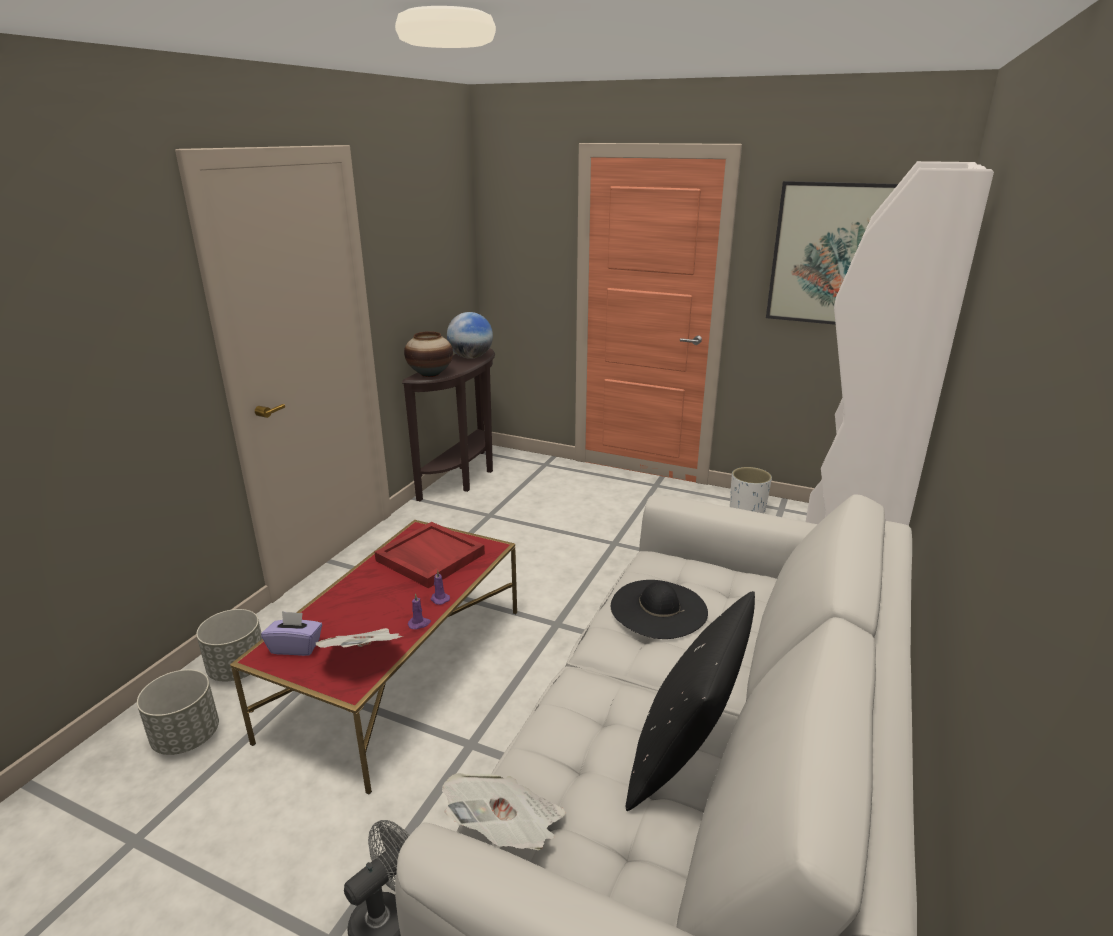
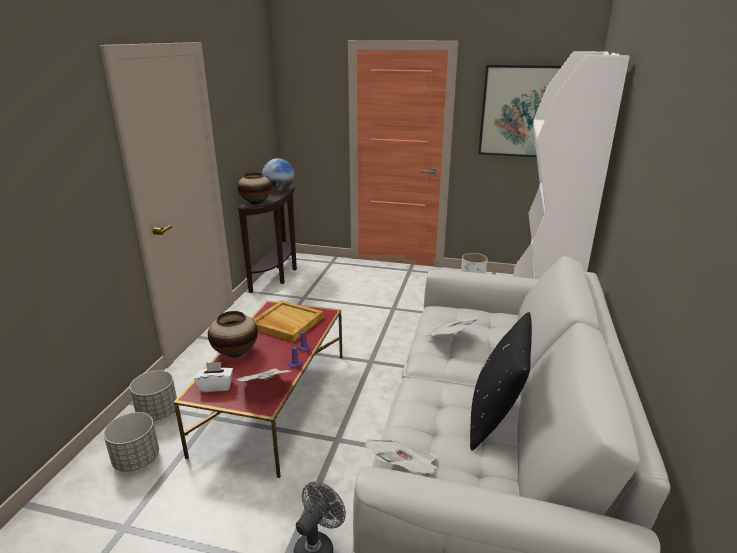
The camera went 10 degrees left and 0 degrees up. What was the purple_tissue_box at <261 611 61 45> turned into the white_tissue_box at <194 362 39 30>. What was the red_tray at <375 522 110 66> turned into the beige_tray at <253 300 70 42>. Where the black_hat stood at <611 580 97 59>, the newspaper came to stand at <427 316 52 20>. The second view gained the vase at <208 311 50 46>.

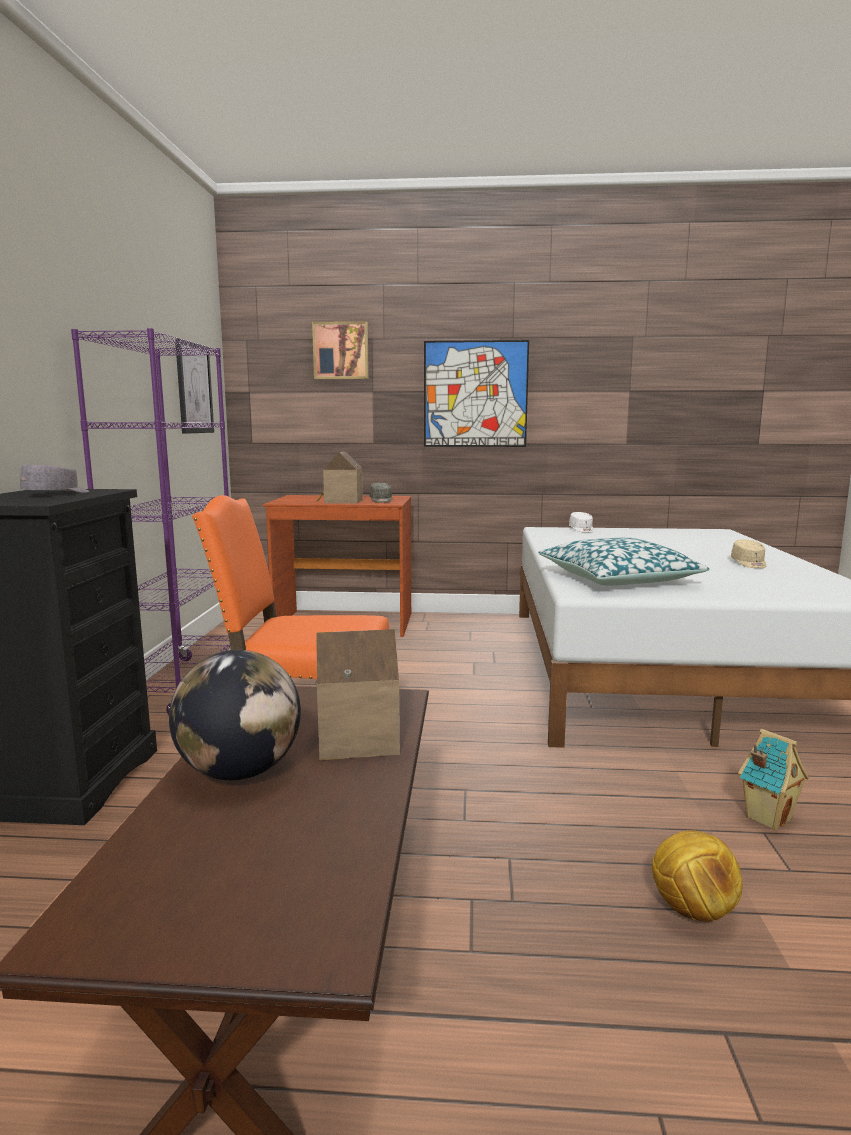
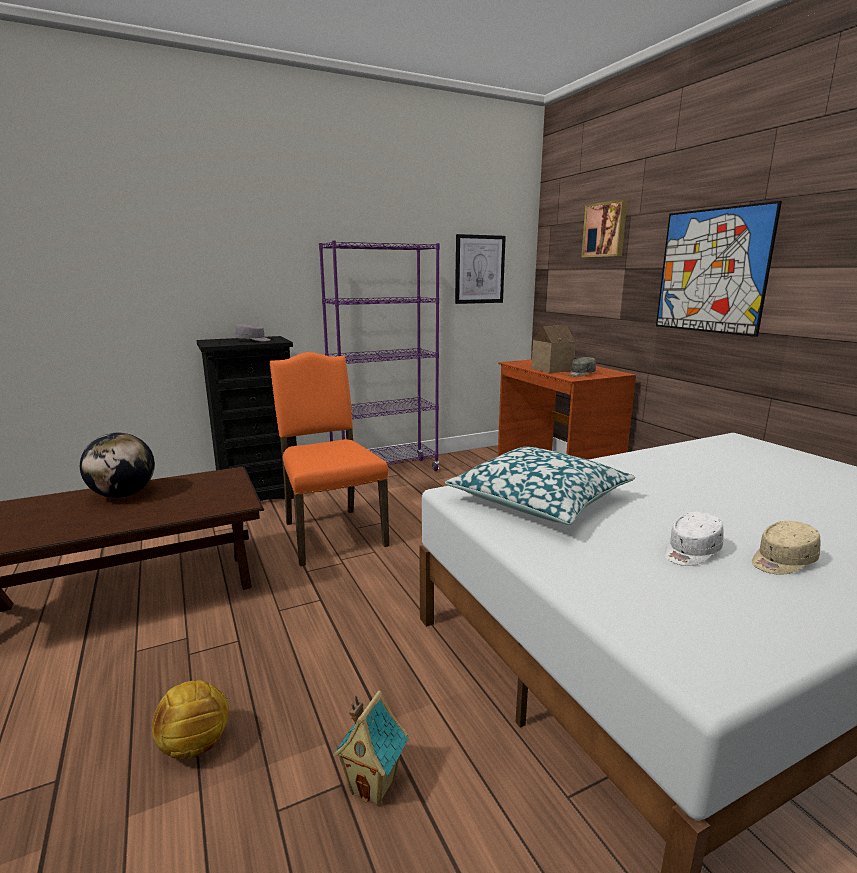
The camera went 60 degrees right and 5 degrees up. The second view lost the toy_house at <316 629 84 131>. The white_cap ended up elsewhere, having gone from <569 512 25 21> to <664 512 60 54>.

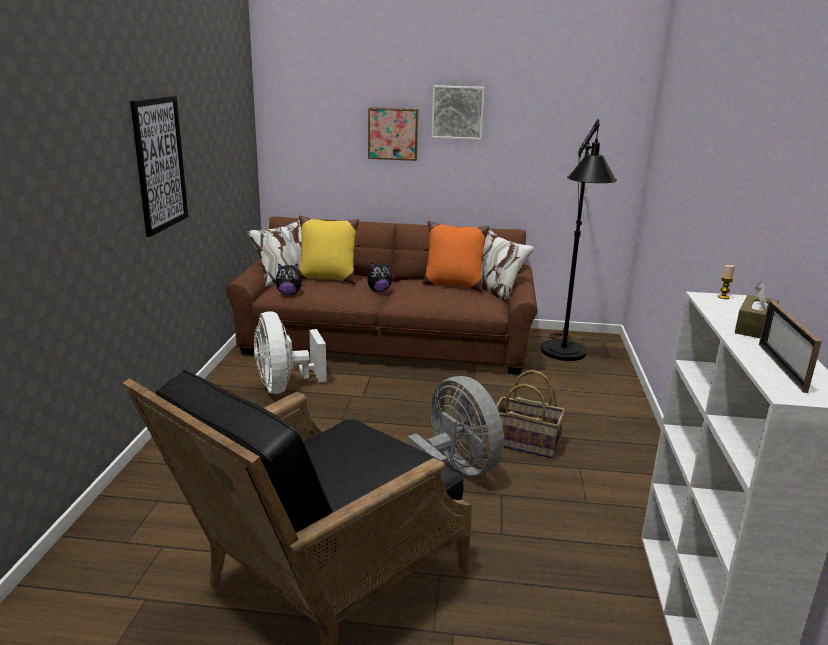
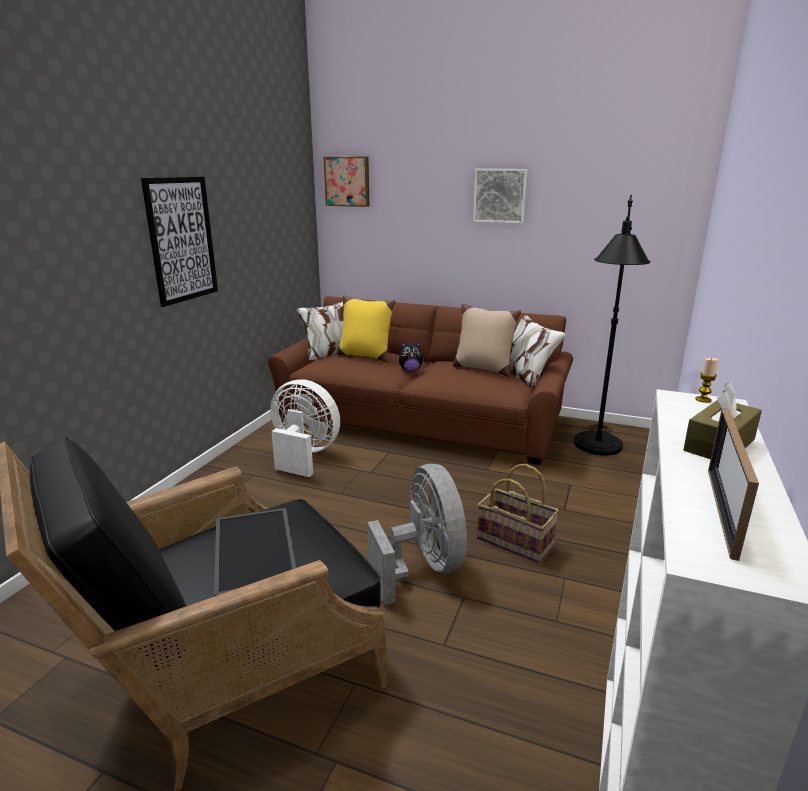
The camera went 15 degrees right and 0 degrees up. The white_fan at <254 311 73 83> ended up facing another way, 120 degrees clockwise from before. The second view lost the plush_toy at <276 263 29 32>. The picture ended up elsewhere, having gone from <368 107 50 54> to <324 156 45 51>. What was the orange_pillow at <423 221 66 71> turned into the beige_pillow at <453 303 68 74>. The second view gained the tray at <214 508 82 88>.

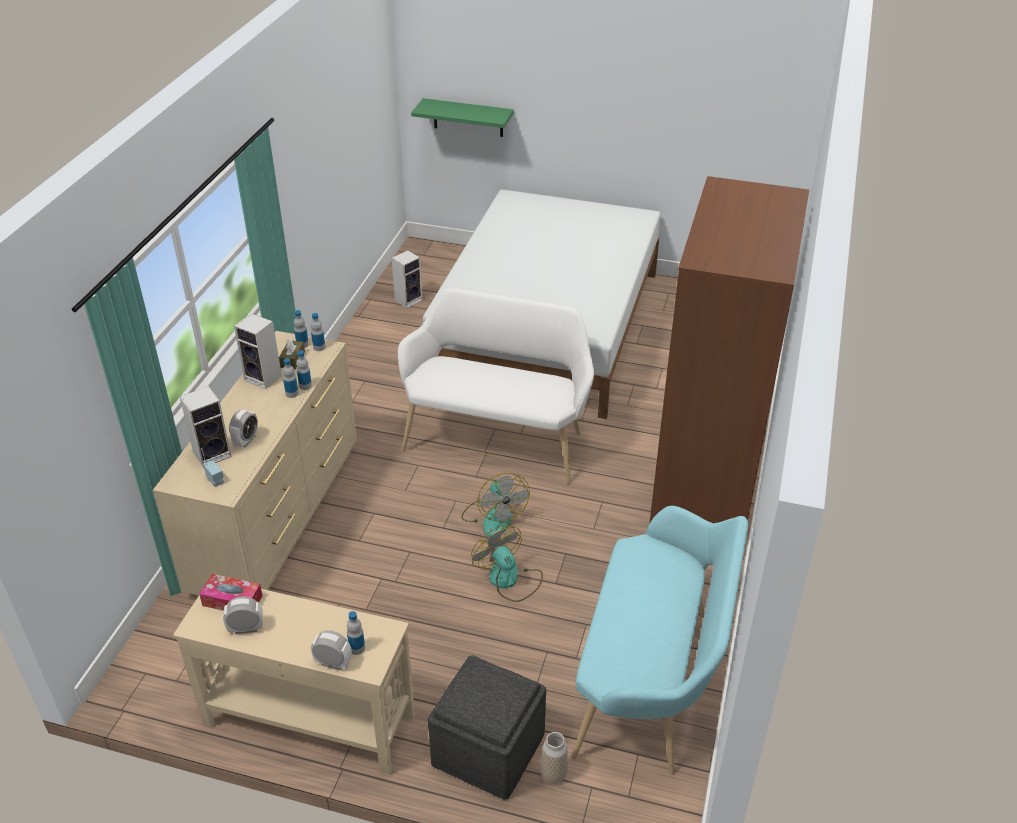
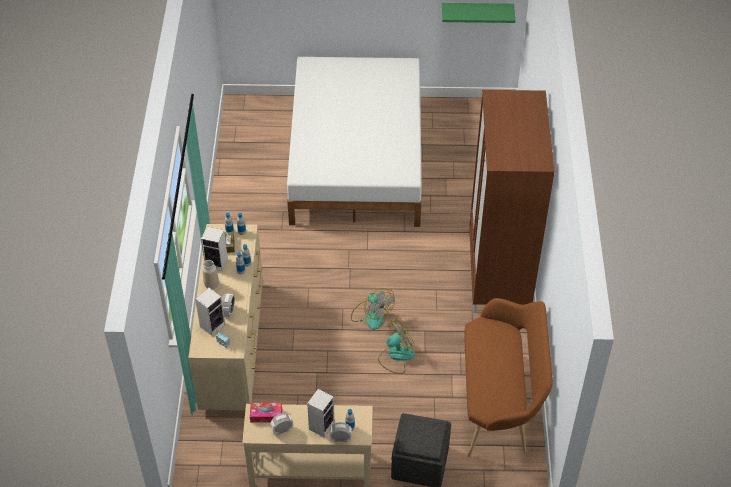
The camera went 15 degrees left and 10 degrees up. The speaker ended up elsewhere, having gone from <392 250 31 58> to <307 389 28 48>. The second view lost the white_bench at <398 288 196 196>. The green_shelf ended up elsewhere, having gone from <411 98 103 39> to <442 3 73 20>. The fan at <471 525 72 77> ended up facing another way, 105 degrees clockwise from before. The vase ended up elsewhere, having gone from <541 732 27 52> to <203 260 16 29>. What was the turquoise_bench at <571 506 177 269> turned into the brown_bench at <464 298 89 159>.

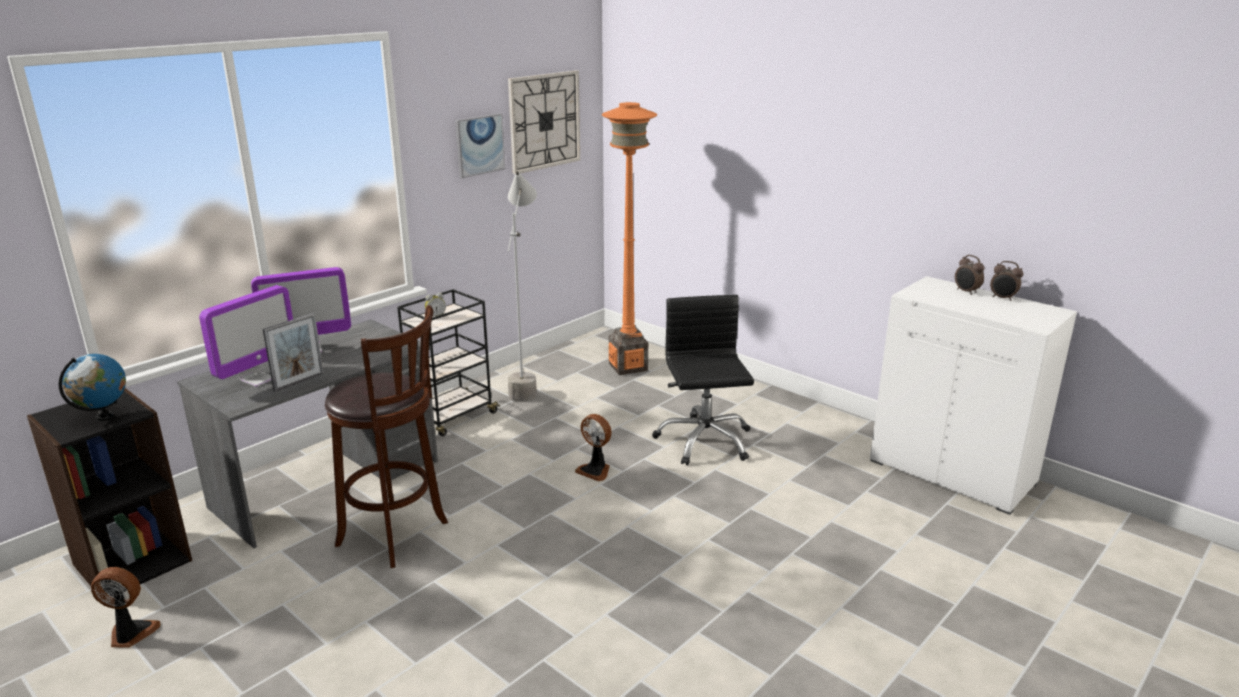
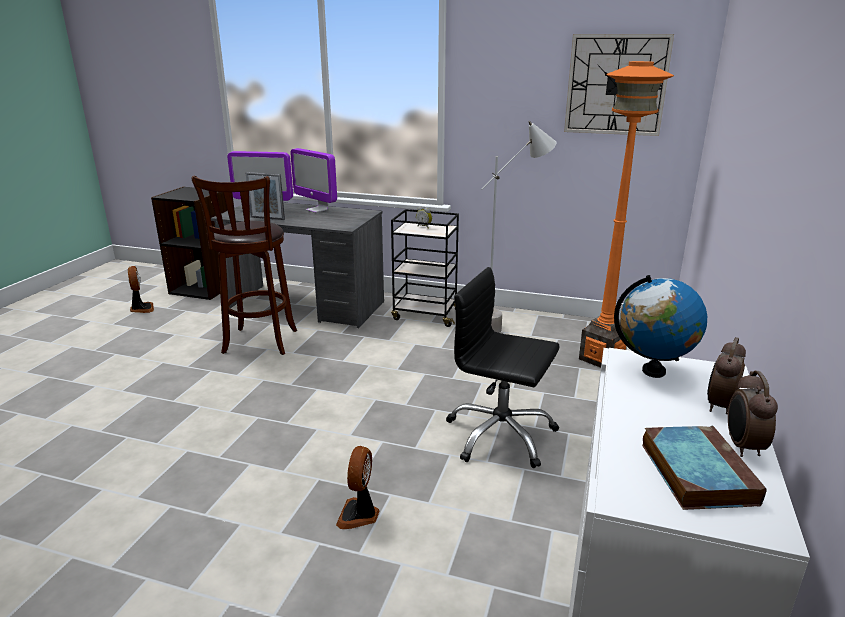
The camera went 65 degrees right and 0 degrees up. The globe ended up elsewhere, having gone from <59 354 67 67> to <614 275 93 103>. The second view lost the picture at <455 113 50 65>. The fan ended up elsewhere, having gone from <575 414 37 67> to <336 446 44 83>. The black_office_chair at <652 295 102 170> ended up facing another way, 120 degrees counterclockwise from before. The second view gained the book at <642 426 125 84>.

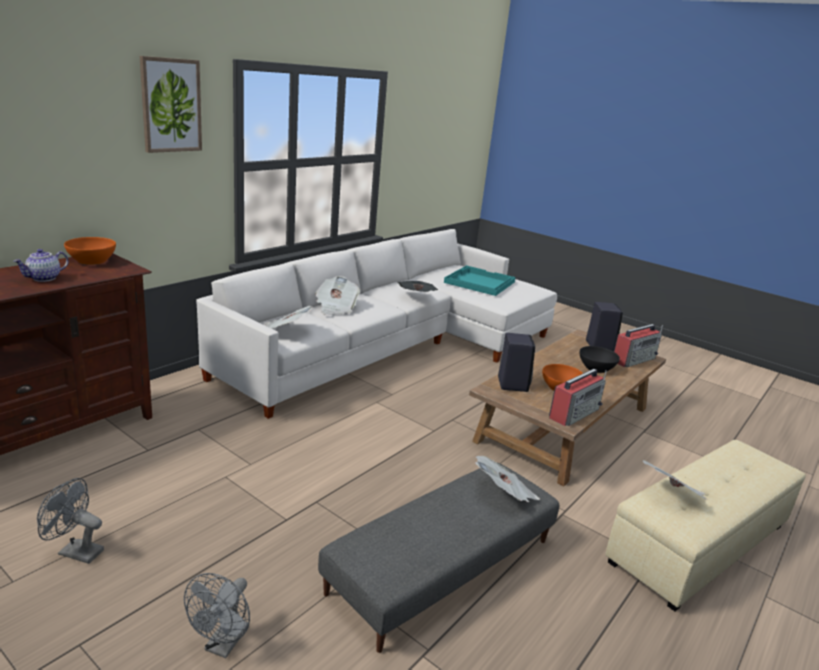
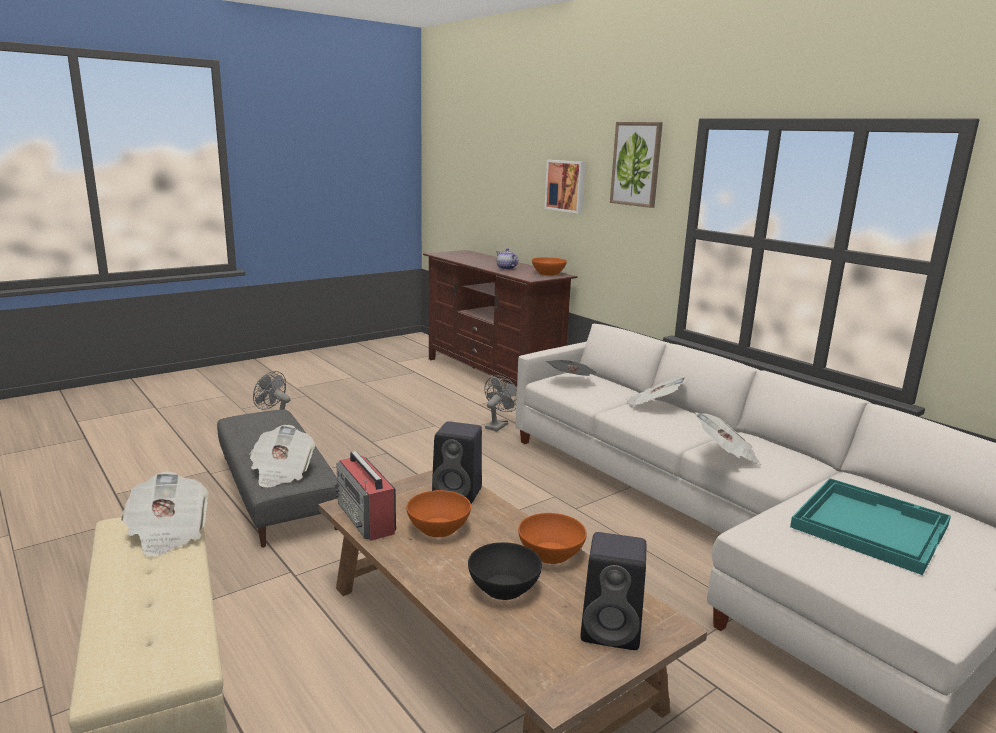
The camera went 105 degrees right and 5 degrees down. The grey_fan ended up elsewhere, having gone from <37 478 67 86> to <485 376 32 55>. The second view lost the radio at <614 324 49 43>. The second view gained the orange_bowl at <518 513 69 51>. The second view gained the picture at <544 160 42 54>.

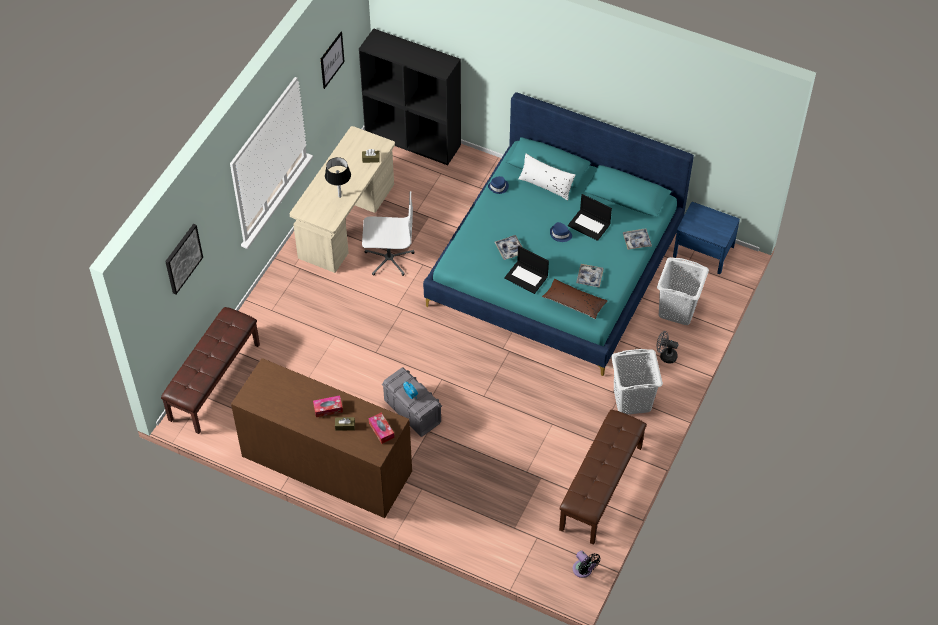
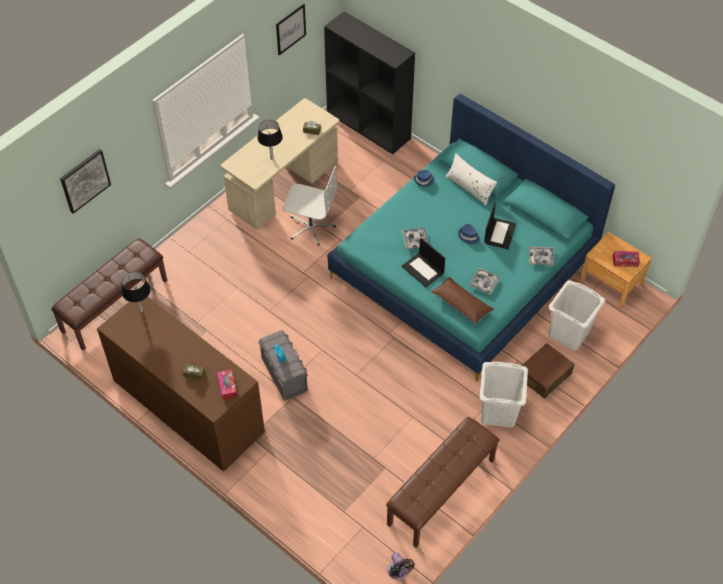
The camera went 15 degrees right and 0 degrees up. The tissue_box ended up elsewhere, having gone from <313 395 30 22> to <613 251 27 16>. The laptop at <568 194 44 47> ended up facing another way, 120 degrees counterclockwise from before. Where the grey_fan stood at <657 331 22 32>, the brown_suitcase came to stand at <521 343 53 56>. What was the blue_nightstand at <673 202 67 72> turned into the brown_nightstand at <580 232 71 76>. The second view gained the black_table_lamp at <122 272 28 40>.

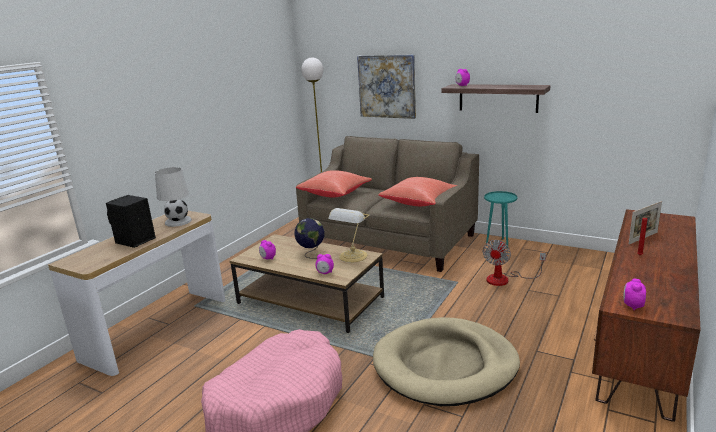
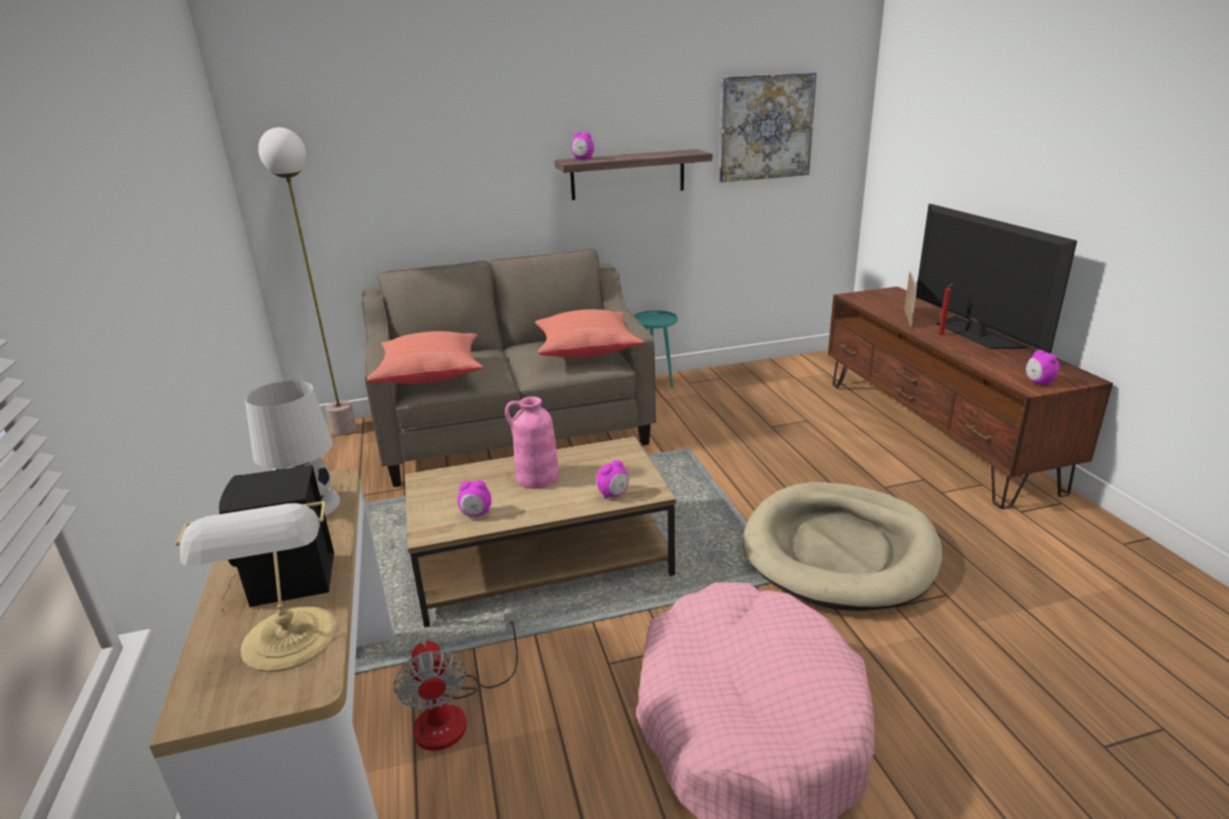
The camera went 45 degrees left and 5 degrees up. Where the globe stood at <294 218 31 41>, the pink_vase came to stand at <505 397 54 92>. The table_lamp ended up elsewhere, having gone from <328 208 42 55> to <175 501 162 171>. The picture ended up elsewhere, having gone from <357 55 59 64> to <719 72 98 110>. The fan ended up elsewhere, having gone from <483 240 63 46> to <393 611 126 140>. The second view gained the television at <916 204 161 149>.

